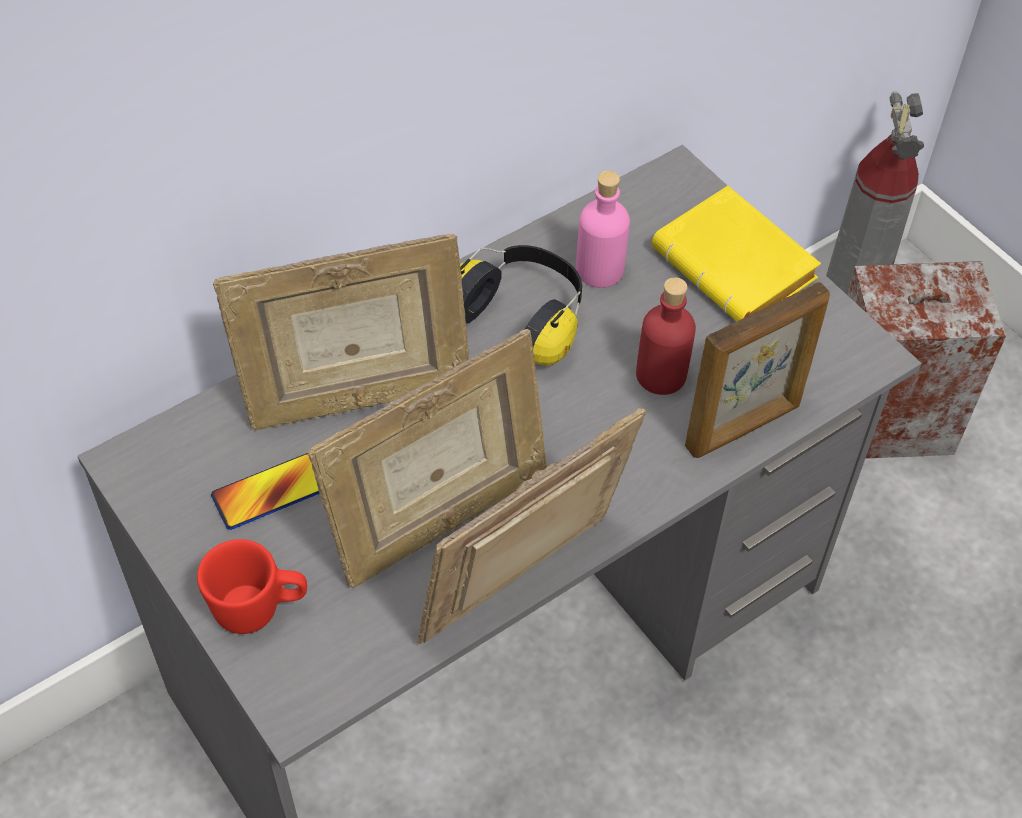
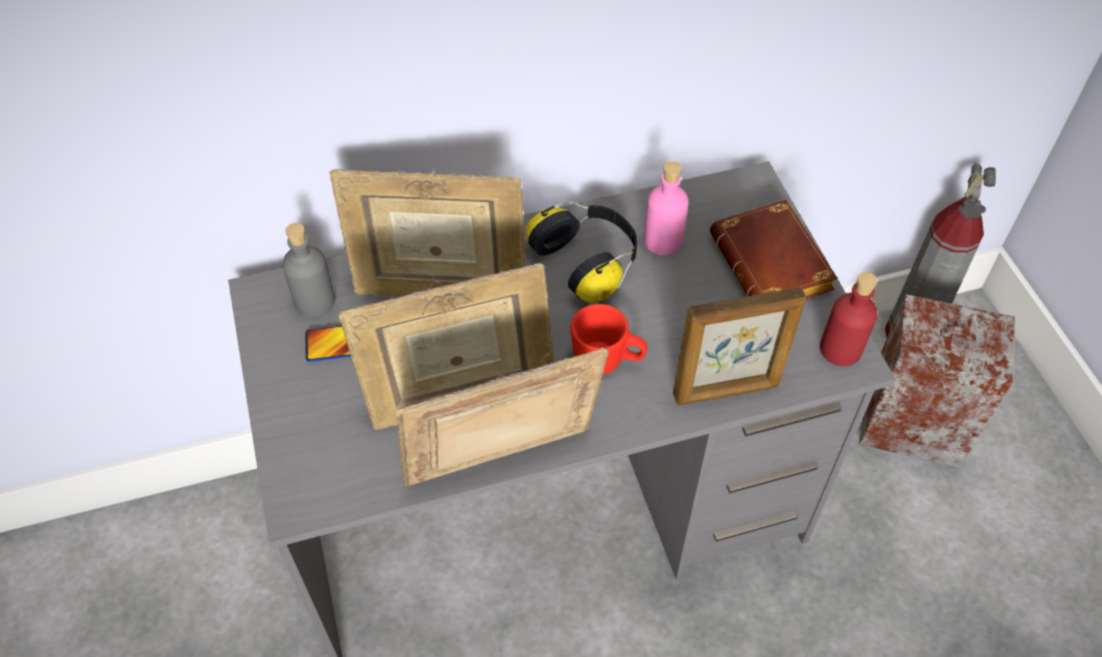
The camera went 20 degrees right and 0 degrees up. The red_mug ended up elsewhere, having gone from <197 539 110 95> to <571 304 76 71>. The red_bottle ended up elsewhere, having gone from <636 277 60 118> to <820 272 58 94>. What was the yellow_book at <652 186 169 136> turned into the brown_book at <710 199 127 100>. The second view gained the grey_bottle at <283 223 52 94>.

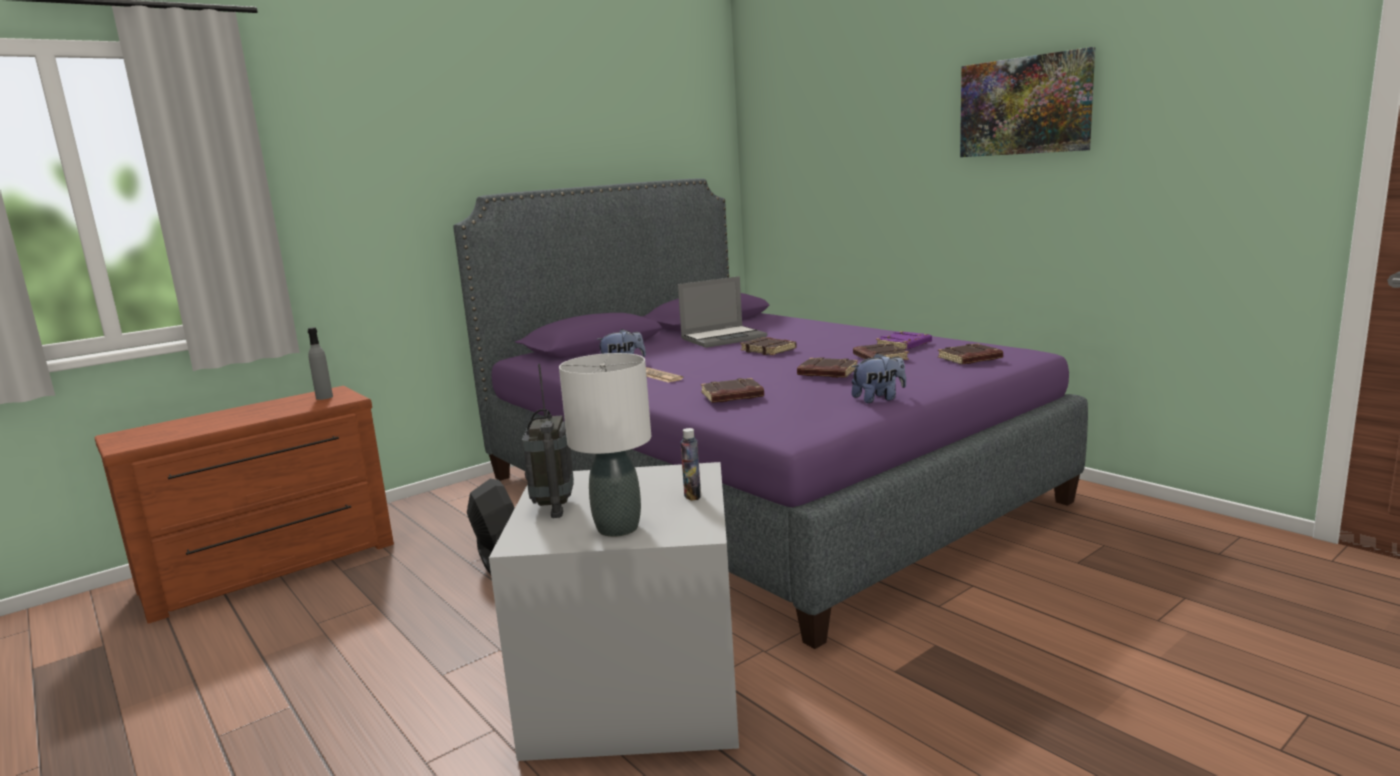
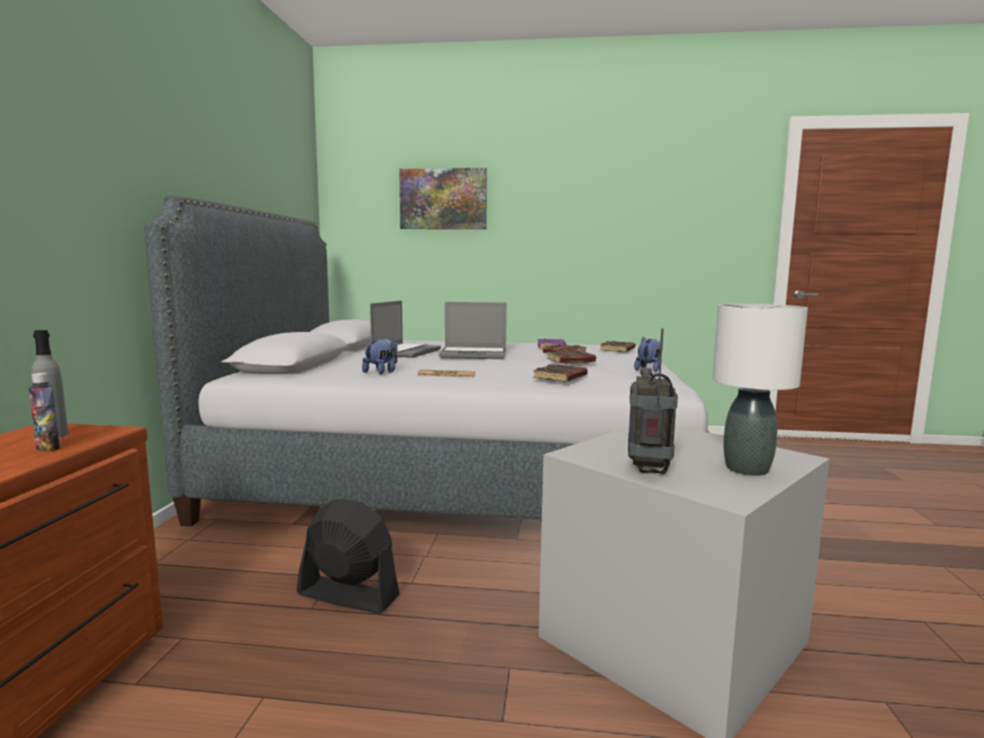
The camera went 45 degrees left and 5 degrees down. What was the purple_bed at <453 178 635 471> turned into the grey_bed at <144 195 566 332>. The radio at <522 364 52 154> ended up facing another way, 120 degrees counterclockwise from before. The bottle ended up elsewhere, having gone from <680 428 21 73> to <29 373 31 79>. Where the brown_book stood at <740 337 57 18>, the laptop came to stand at <439 302 68 57>. The picture ended up elsewhere, having gone from <960 47 135 110> to <399 168 88 61>.

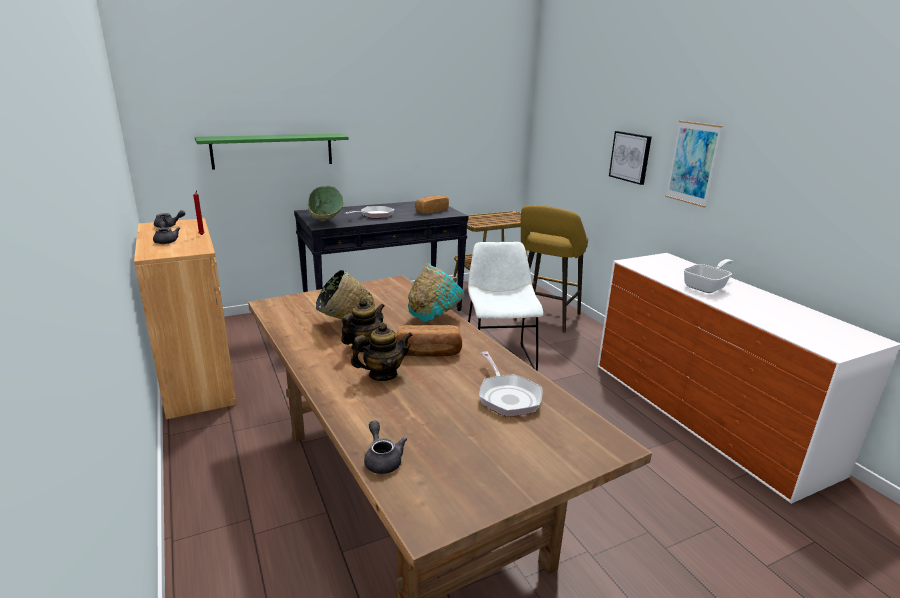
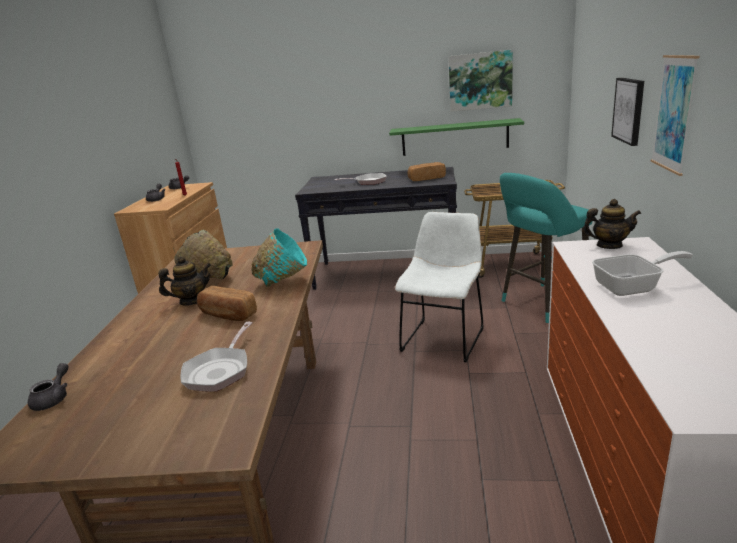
The camera went 35 degrees right and 0 degrees up. The green_shelf ended up elsewhere, having gone from <195 133 154 37> to <389 118 135 38>. The second view lost the green_bowl at <308 186 36 36>. The teapot ended up elsewhere, having gone from <351 322 62 59> to <582 199 59 50>. What was the yellow_stool at <513 205 75 127> turned into the turquoise_stool at <500 173 92 150>. The second view gained the picture at <449 50 64 62>.

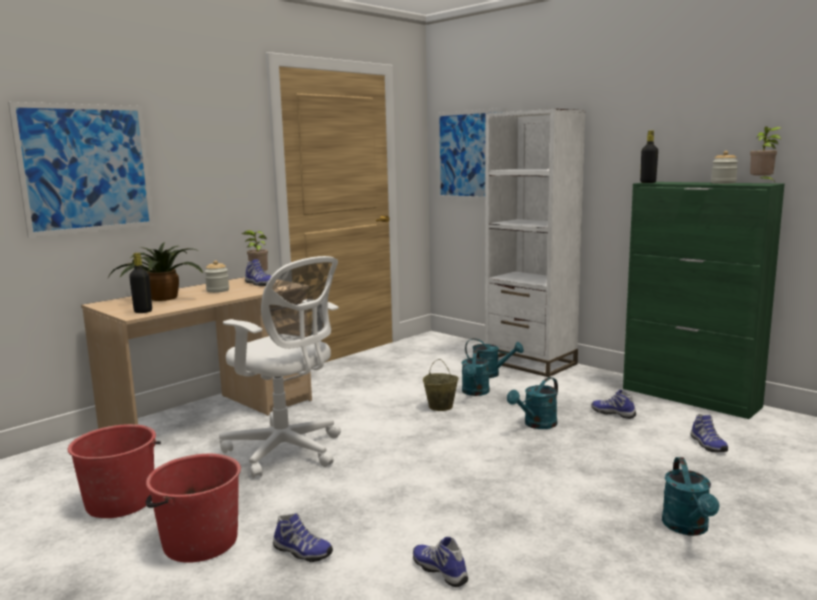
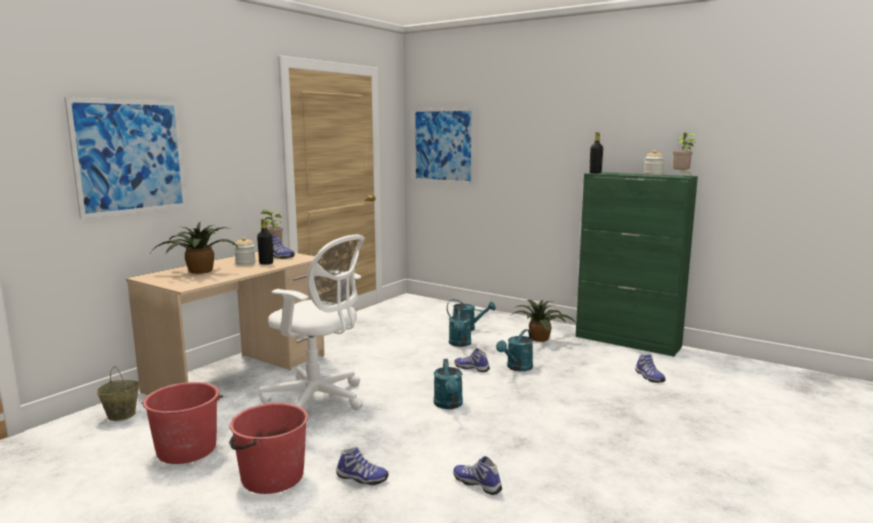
The camera went 10 degrees left and 0 degrees up. The black_bottle ended up elsewhere, having gone from <129 253 23 60> to <257 219 16 46>. The beige_bucket ended up elsewhere, having gone from <423 359 36 52> to <96 366 44 55>. The second view lost the white_bookcase at <485 109 101 268>. The shoe ended up elsewhere, having gone from <591 390 45 29> to <454 348 36 24>. The turquoise_watering_can ended up elsewhere, having gone from <662 457 57 79> to <434 359 29 50>. The second view gained the potted_plant at <513 300 65 42>.

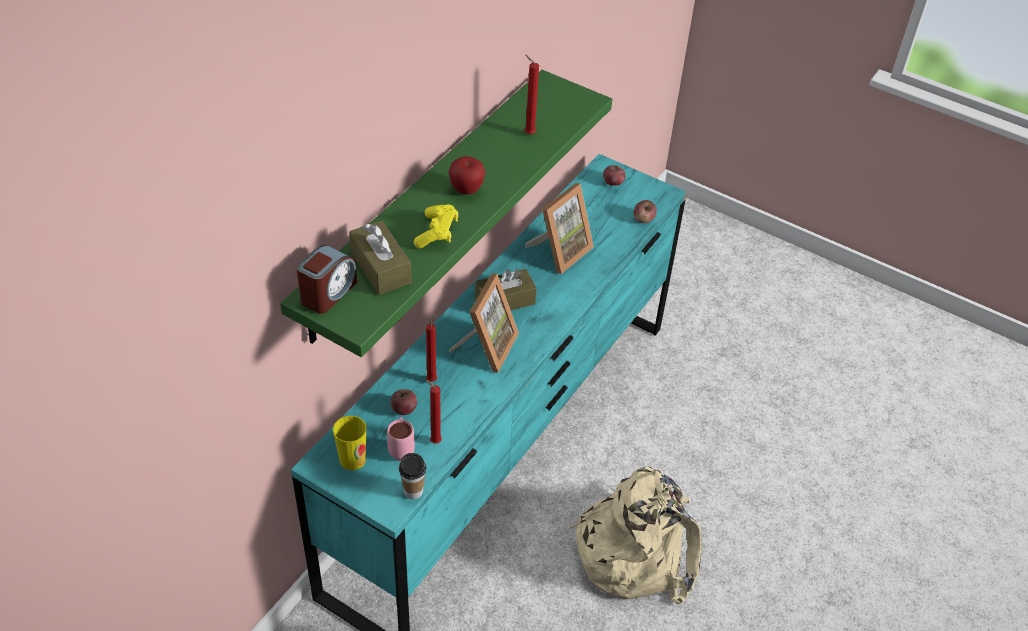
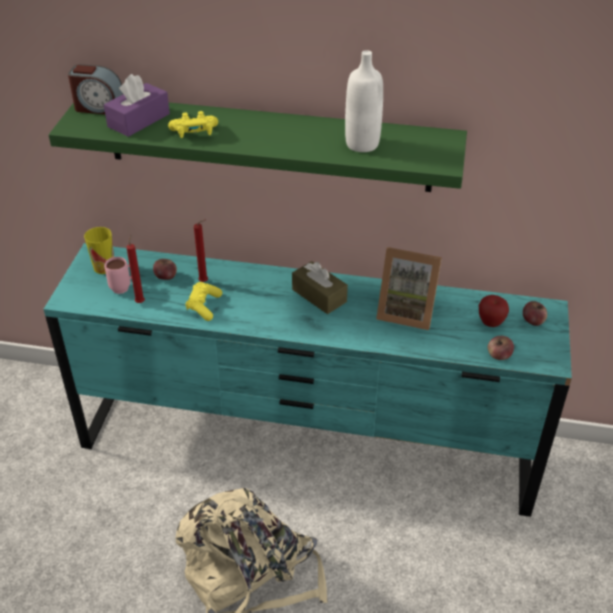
The camera went 70 degrees right and 5 degrees down. What was the brown_tissue_box at <349 220 63 75> turned into the purple_tissue_box at <104 74 66 63>. The second view lost the cup at <399 453 27 46>. The apple ended up elsewhere, having gone from <449 156 36 38> to <479 295 30 32>. The second view lost the picture_frame at <449 273 70 100>. Where the red_candle stood at <524 55 15 79>, the white_bottle came to stand at <345 50 38 102>. The second view gained the yellow_game_controller at <186 282 36 39>.

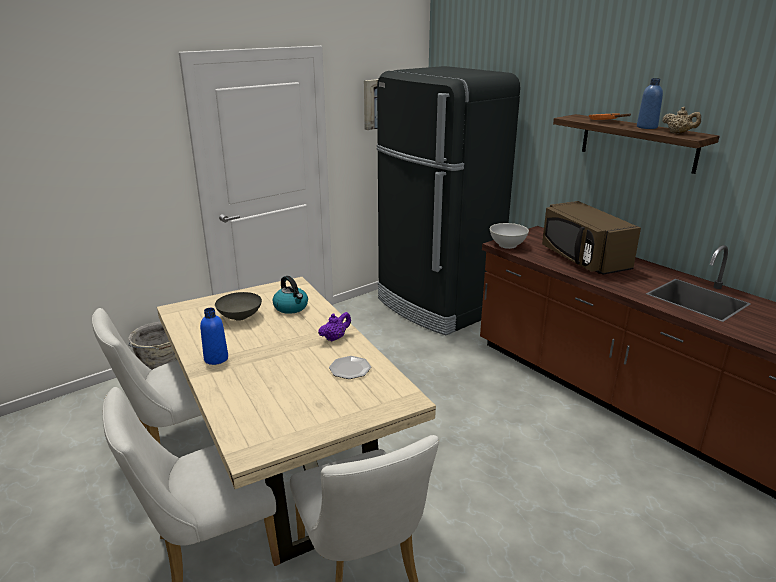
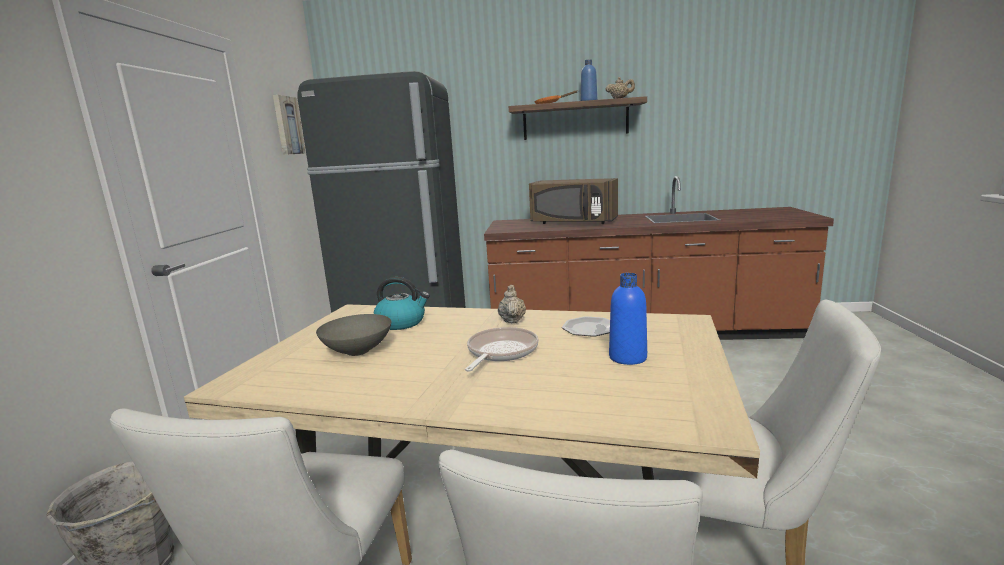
The camera went 45 degrees left and 10 degrees down. The blue_bottle ended up elsewhere, having gone from <200 308 28 57> to <609 273 38 92>. What was the purple_teapot at <318 312 33 30> turned into the beige_teapot at <498 285 28 38>. The second view lost the white_bowl at <490 223 39 26>. The second view gained the frying_pan at <465 327 74 45>.

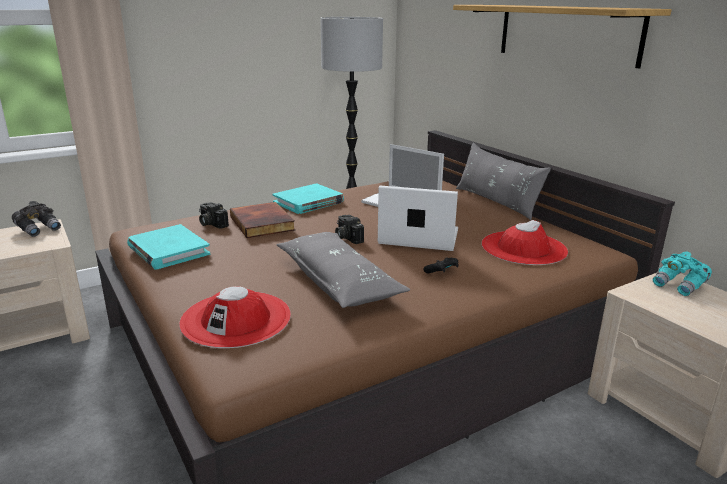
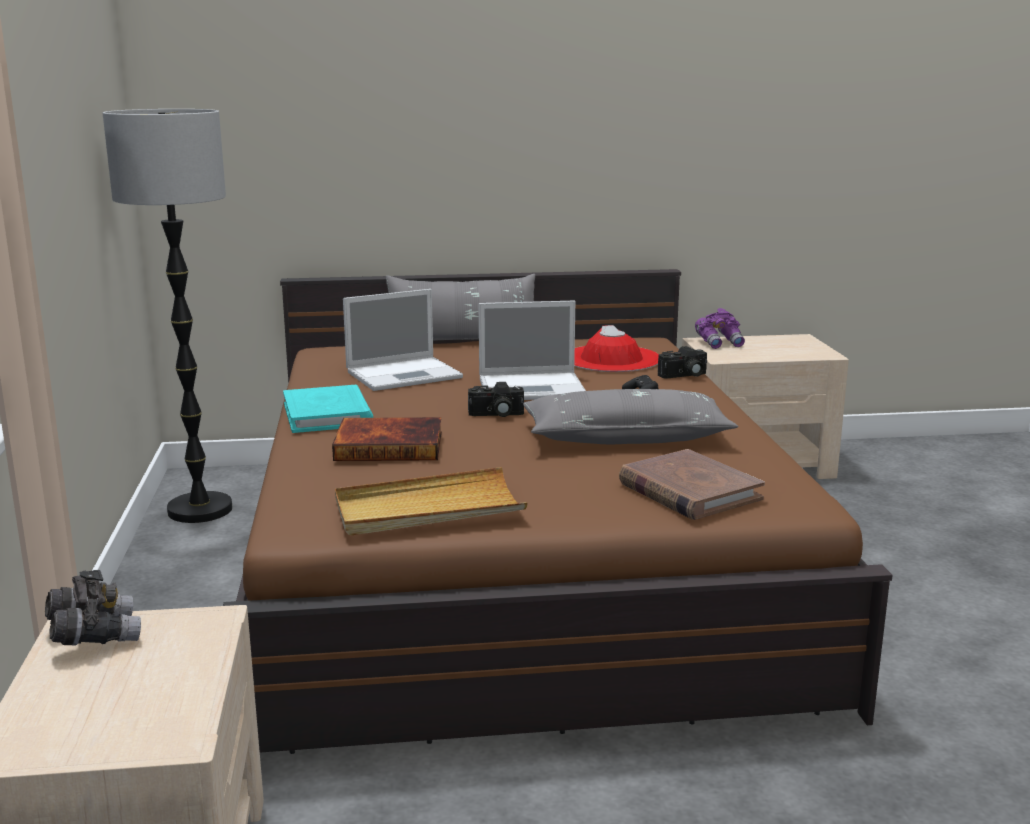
The camera went 65 degrees left and 5 degrees down. Where the turquoise_book stood at <127 224 83 46>, the beige_tray came to stand at <335 467 193 69>. Where the red_hat stood at <179 286 112 62>, the brown_book came to stand at <619 449 146 71>. The photo_camera ended up elsewhere, having gone from <199 202 30 27> to <658 346 49 32>. The laptop at <378 186 80 65> ended up facing another way, 135 degrees counterclockwise from before. The second view lost the shelf at <453 5 219 63>. What was the turquoise_binoculars at <653 252 59 44> turned into the purple_binoculars at <695 308 50 41>.

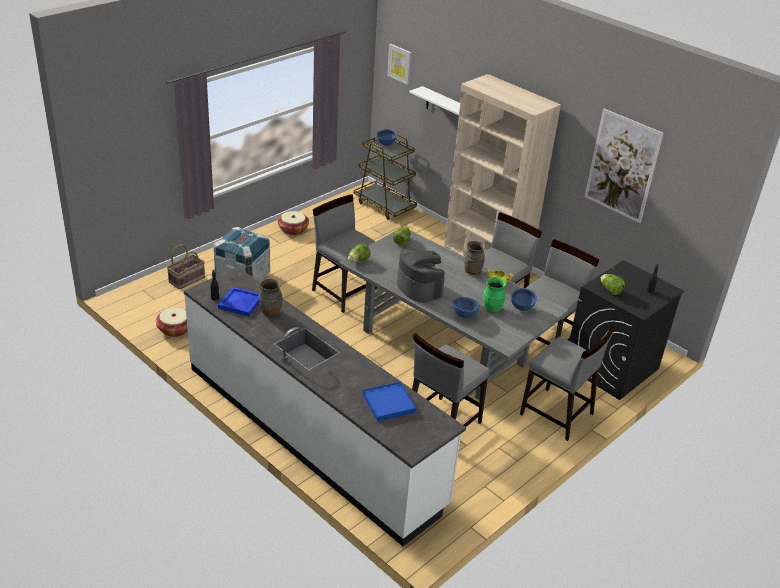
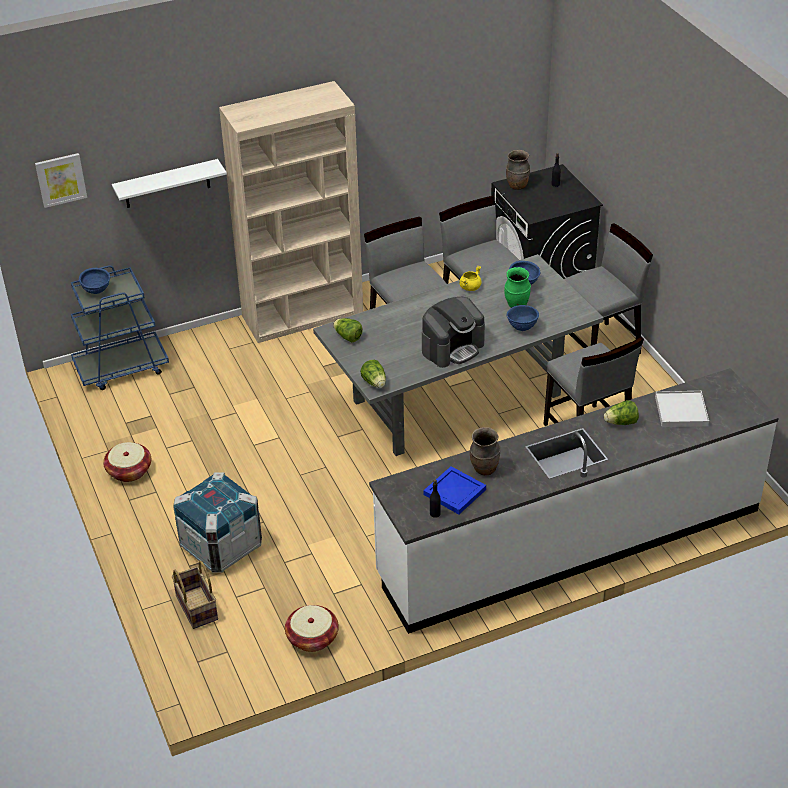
The camera went 65 degrees left and 5 degrees up. The second view lost the grey_chair at <312 194 65 119>. What was the brown_cart at <354 134 63 86> turned into the blue_cart at <71 265 98 125>. What was the blue_tray at <362 382 54 40> turned into the white_tray at <655 391 54 36>. The coffee_machine at <397 249 48 54> ended up facing another way, 150 degrees clockwise from before. The brown_vase ended up elsewhere, having gone from <464 241 21 34> to <506 150 24 40>. The second view lost the picture at <585 109 79 114>. The lettuce ended up elsewhere, having gone from <600 274 25 21> to <604 400 35 25>.

